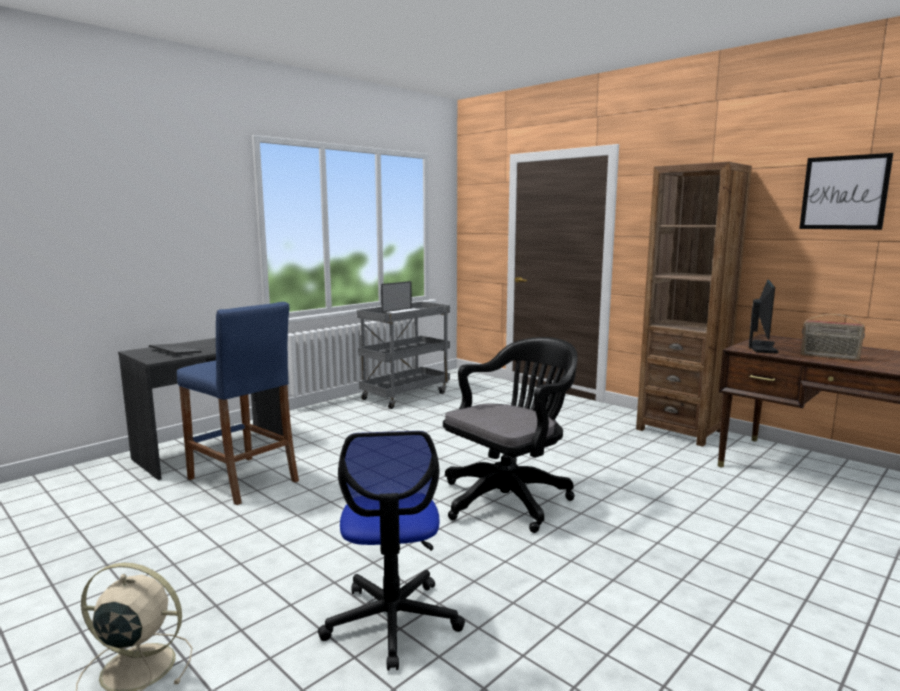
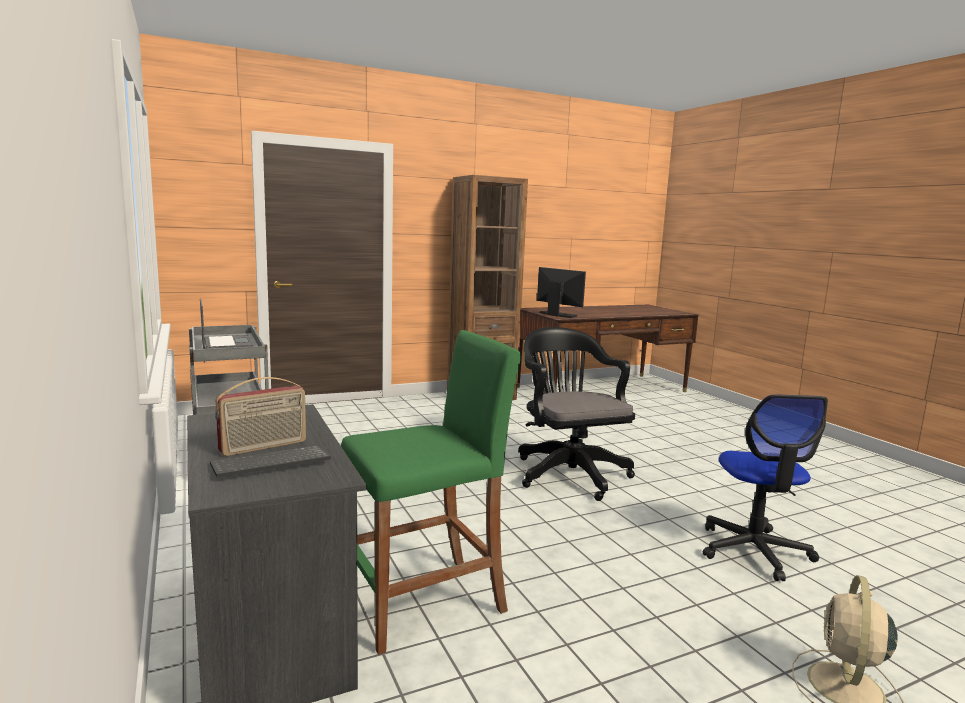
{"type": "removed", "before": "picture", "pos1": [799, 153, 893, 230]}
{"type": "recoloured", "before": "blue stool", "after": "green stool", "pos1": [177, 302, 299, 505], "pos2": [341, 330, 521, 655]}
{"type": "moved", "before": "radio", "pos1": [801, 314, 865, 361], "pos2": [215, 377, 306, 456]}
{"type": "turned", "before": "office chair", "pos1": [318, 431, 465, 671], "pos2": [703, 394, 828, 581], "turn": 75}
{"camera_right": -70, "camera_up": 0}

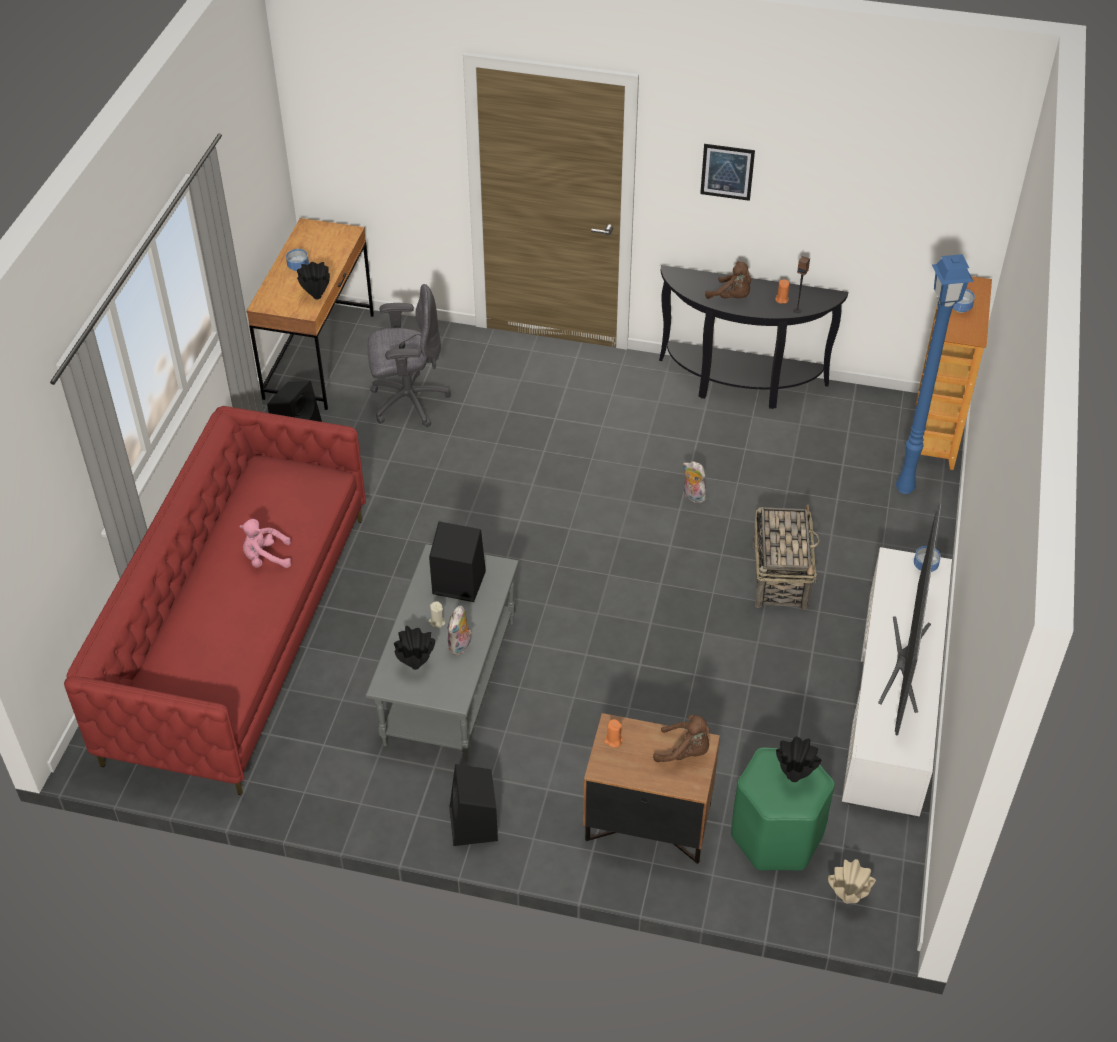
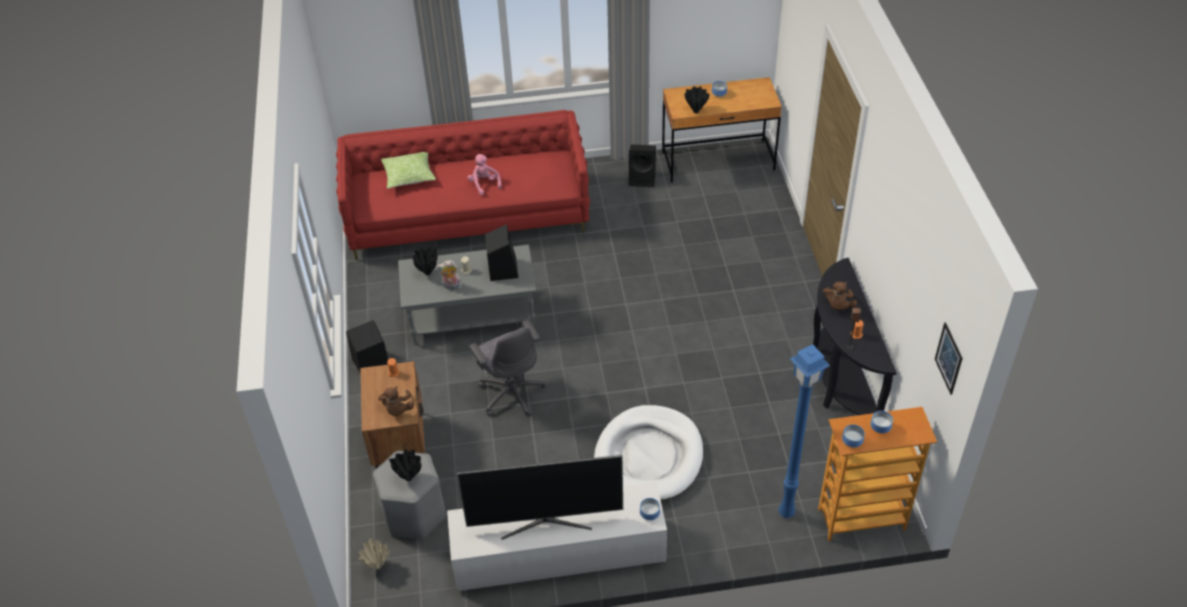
{"type": "moved", "before": "picture", "pos1": [700, 144, 755, 201], "pos2": [935, 322, 963, 395]}
{"type": "moved", "before": "grey office chair", "pos1": [368, 284, 451, 427], "pos2": [469, 320, 546, 417]}
{"type": "removed", "before": "plush toy", "pos1": [682, 461, 709, 503]}
{"type": "replaced", "before": "basket", "after": "white dog bed", "pos1": [753, 504, 820, 610], "pos2": [594, 405, 703, 501]}
{"type": "recoloured", "before": "green stool", "after": "grey stool", "pos1": [731, 747, 835, 871], "pos2": [373, 451, 446, 540]}
{"type": "added", "after": "pillow", "pos2": [381, 152, 436, 189]}
{"type": "added", "after": "bowl", "pos2": [842, 424, 865, 447]}
{"camera_right": 70, "camera_up": 0}

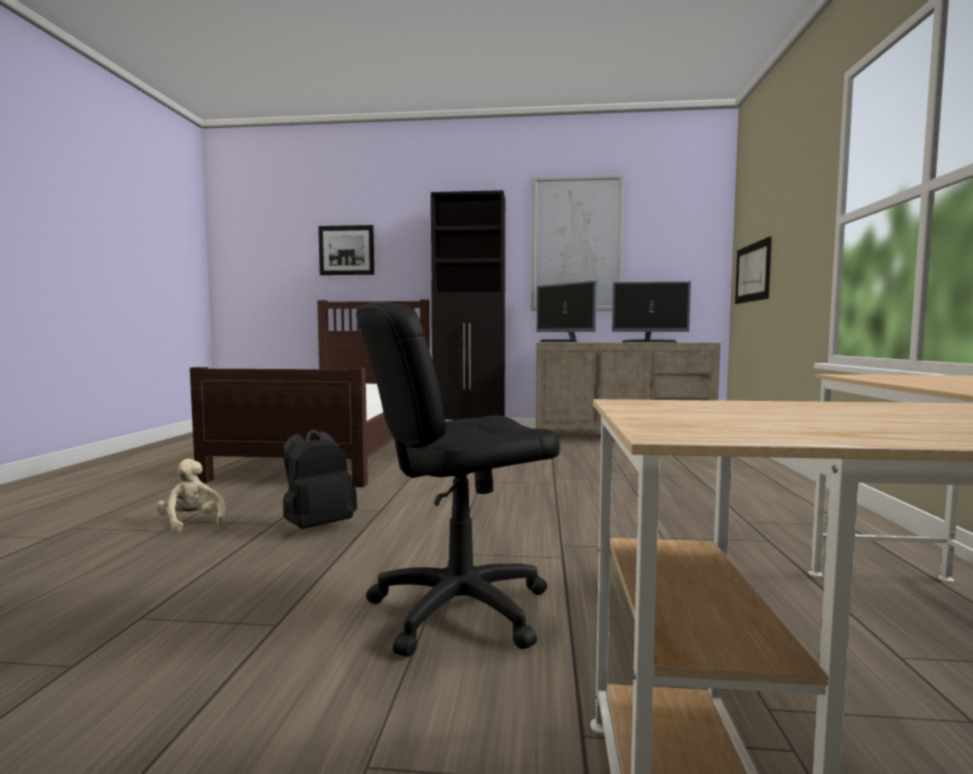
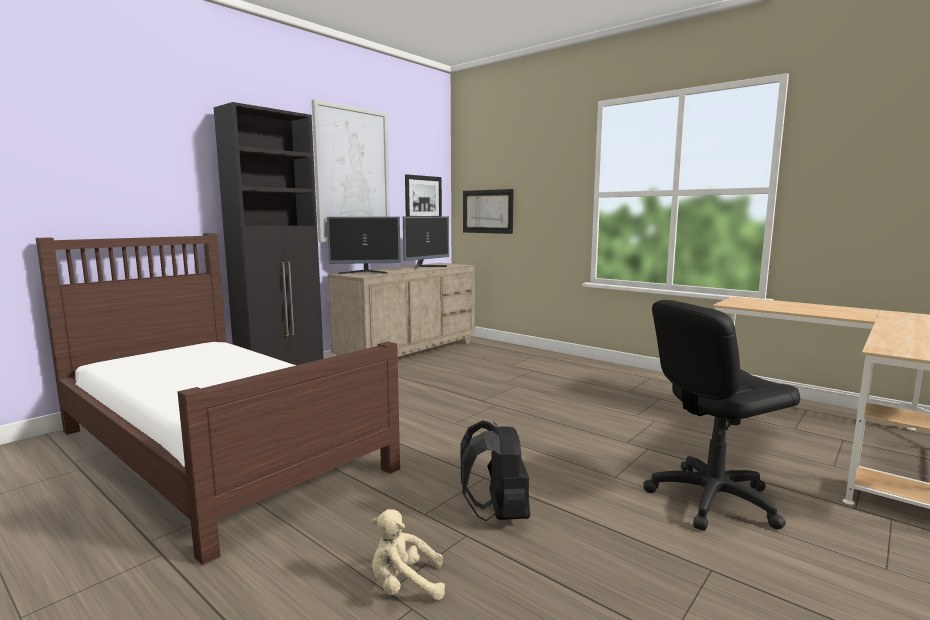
{"type": "moved", "before": "picture", "pos1": [318, 225, 374, 275], "pos2": [405, 174, 442, 217]}
{"type": "turned", "before": "black office chair", "pos1": [356, 302, 560, 657], "pos2": [643, 300, 800, 531], "turn": 60}
{"camera_right": -55, "camera_up": 5}

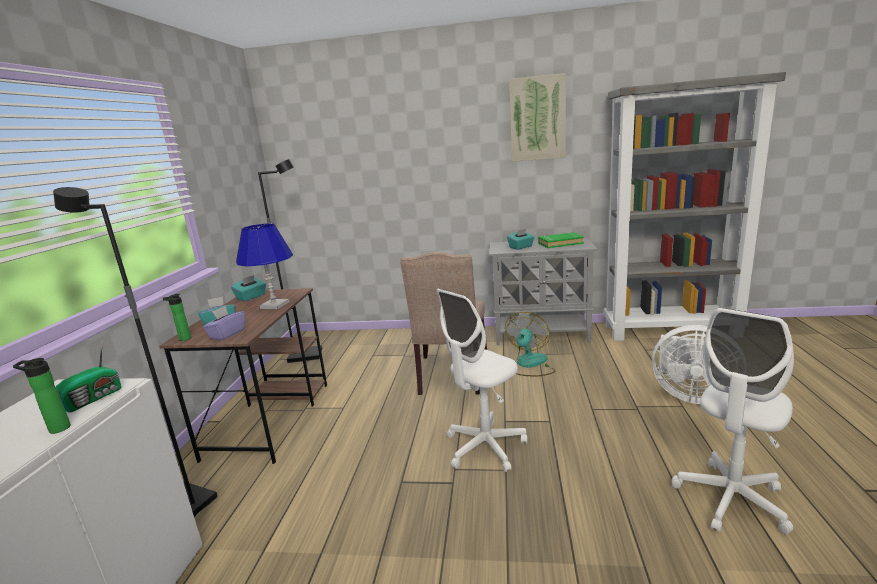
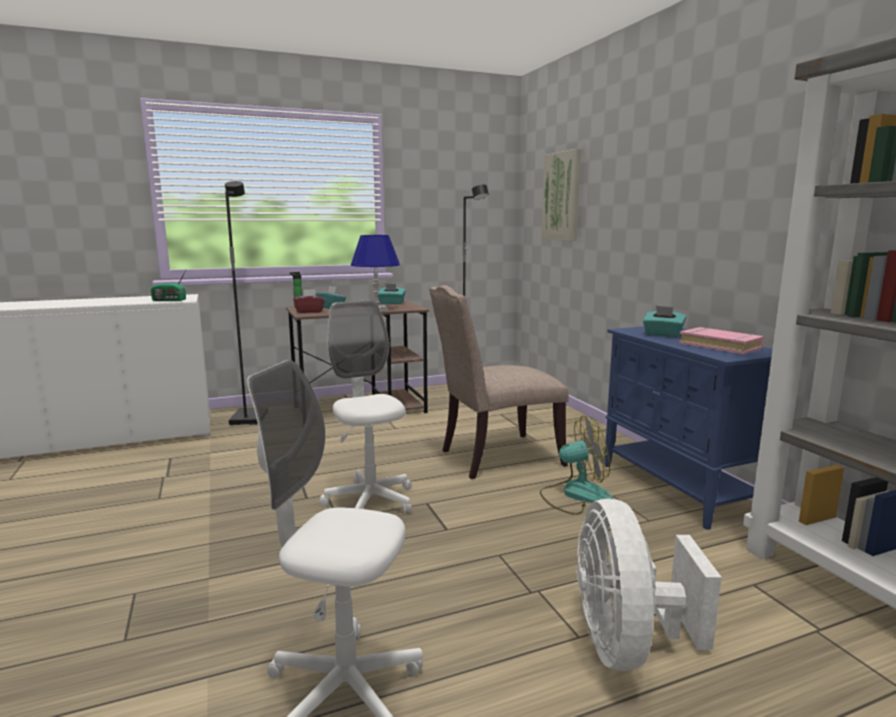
{"type": "moved", "before": "picture", "pos1": [509, 73, 566, 162], "pos2": [541, 149, 581, 241]}
{"type": "recoloured", "before": "green book", "after": "pink book", "pos1": [538, 232, 584, 248], "pos2": [679, 327, 764, 354]}
{"type": "recoloured", "before": "grey cabinet", "after": "blue cabinet", "pos1": [489, 237, 597, 345], "pos2": [605, 326, 772, 530]}
{"type": "turned", "before": "white office chair", "pos1": [436, 288, 528, 472], "pos2": [320, 300, 412, 514], "turn": 45}
{"type": "recoloured", "before": "purple tissue box", "after": "red tissue box", "pos1": [203, 306, 245, 340], "pos2": [293, 289, 325, 313]}
{"type": "removed", "before": "bottle", "pos1": [13, 358, 71, 434]}
{"camera_right": 60, "camera_up": -5}

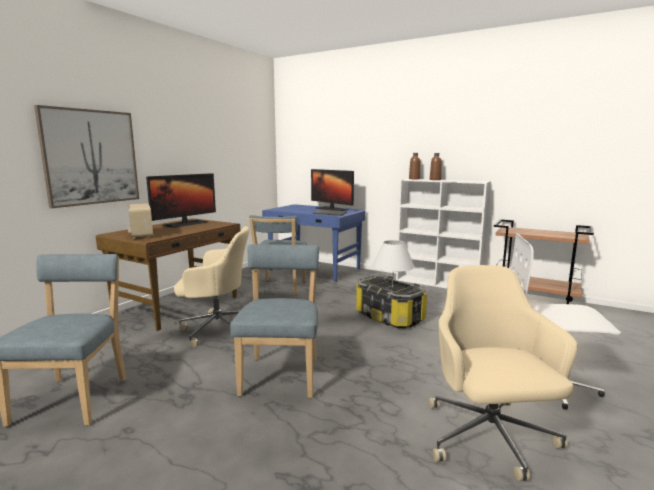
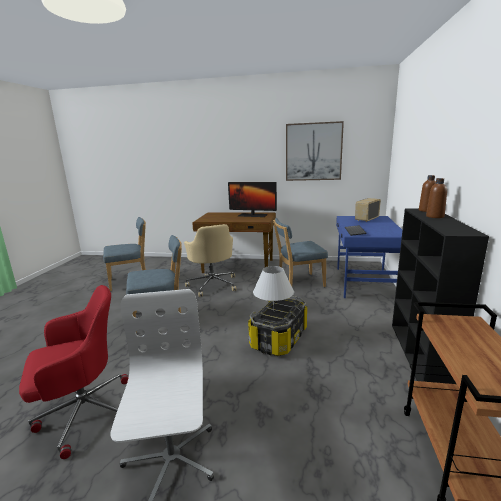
{"type": "moved", "before": "picture", "pos1": [34, 105, 139, 208], "pos2": [286, 121, 344, 181]}
{"type": "removed", "before": "monitor", "pos1": [311, 169, 354, 211]}
{"type": "recoloured", "before": "white bookcase", "after": "black bookcase", "pos1": [396, 179, 491, 289], "pos2": [392, 208, 489, 384]}
{"type": "moved", "before": "radio", "pos1": [128, 203, 153, 239], "pos2": [355, 198, 381, 222]}
{"type": "recoloured", "before": "beige office chair", "after": "red office chair", "pos1": [429, 265, 577, 481], "pos2": [19, 285, 128, 459]}
{"camera_right": 70, "camera_up": 5}

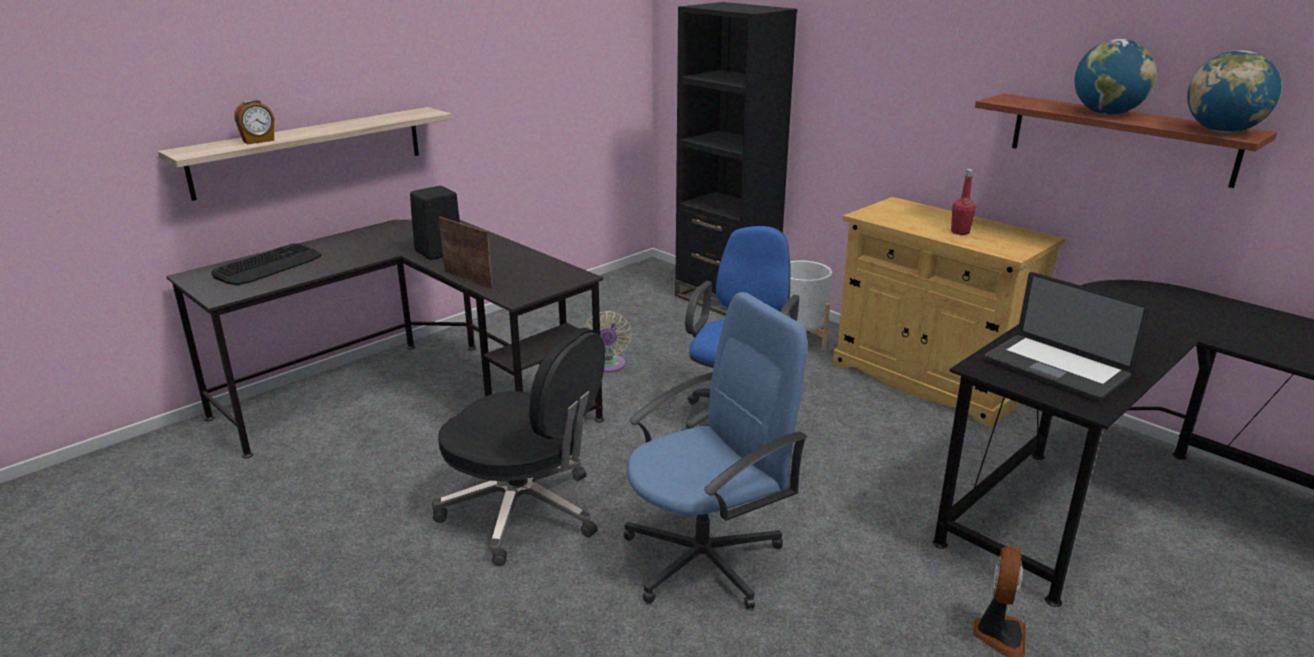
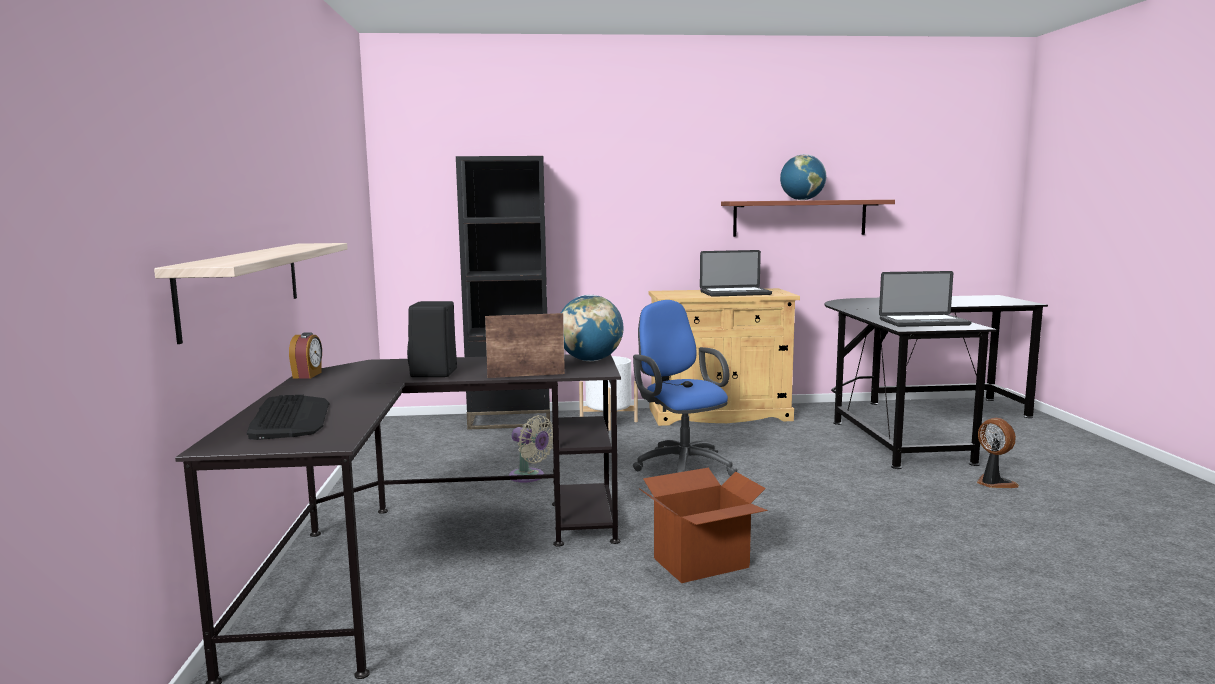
{"type": "moved", "before": "globe", "pos1": [1187, 50, 1281, 133], "pos2": [561, 295, 623, 361]}
{"type": "moved", "before": "alarm clock", "pos1": [234, 99, 274, 144], "pos2": [289, 333, 322, 379]}
{"type": "replaced", "before": "red bottle", "after": "laptop", "pos1": [951, 169, 976, 235], "pos2": [700, 250, 772, 297]}
{"type": "removed", "before": "blue office chair", "pos1": [623, 292, 808, 609]}
{"type": "replaced", "before": "black office chair", "after": "cardboard box", "pos1": [432, 328, 605, 566], "pos2": [639, 468, 767, 583]}
{"camera_right": -50, "camera_up": -15}

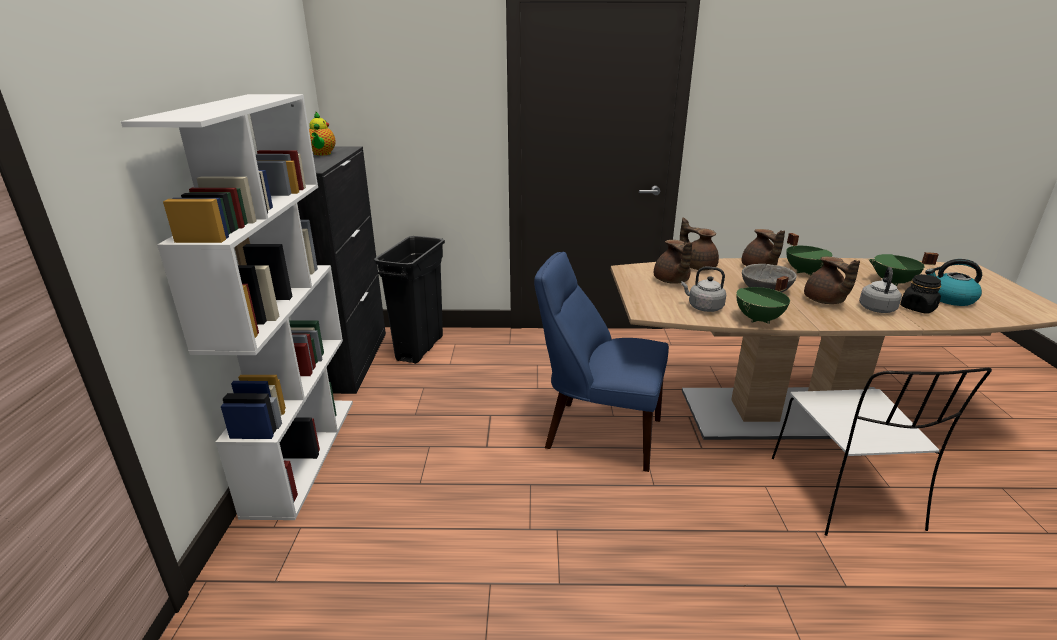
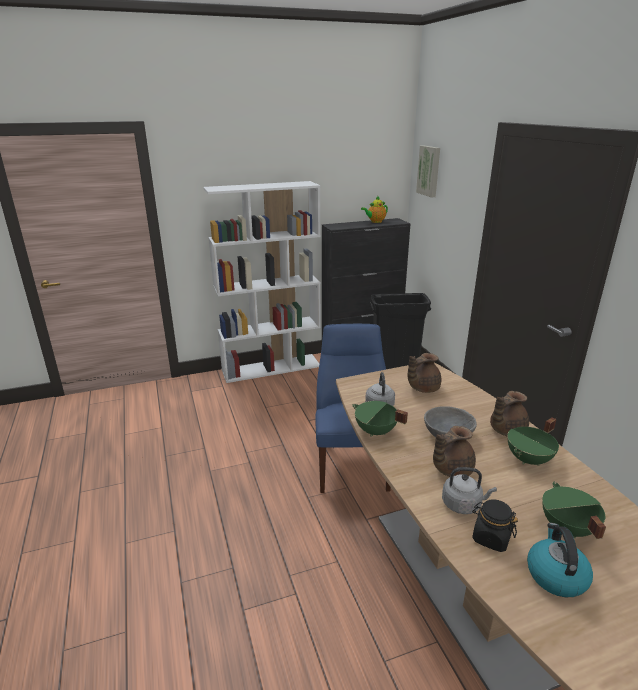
{"type": "removed", "before": "brown teapot", "pos1": [680, 218, 719, 270]}
{"type": "removed", "before": "white chair", "pos1": [772, 368, 992, 536]}
{"type": "added", "after": "picture", "pos2": [416, 145, 440, 197]}
{"camera_right": 70, "camera_up": 0}

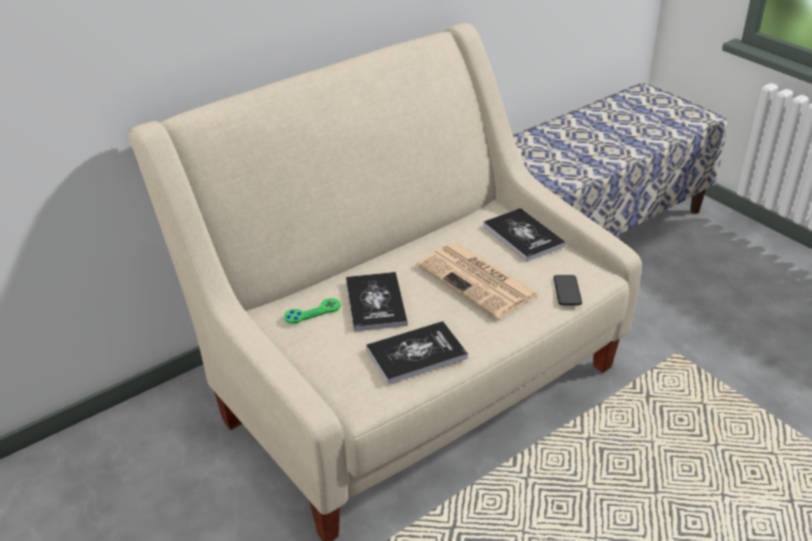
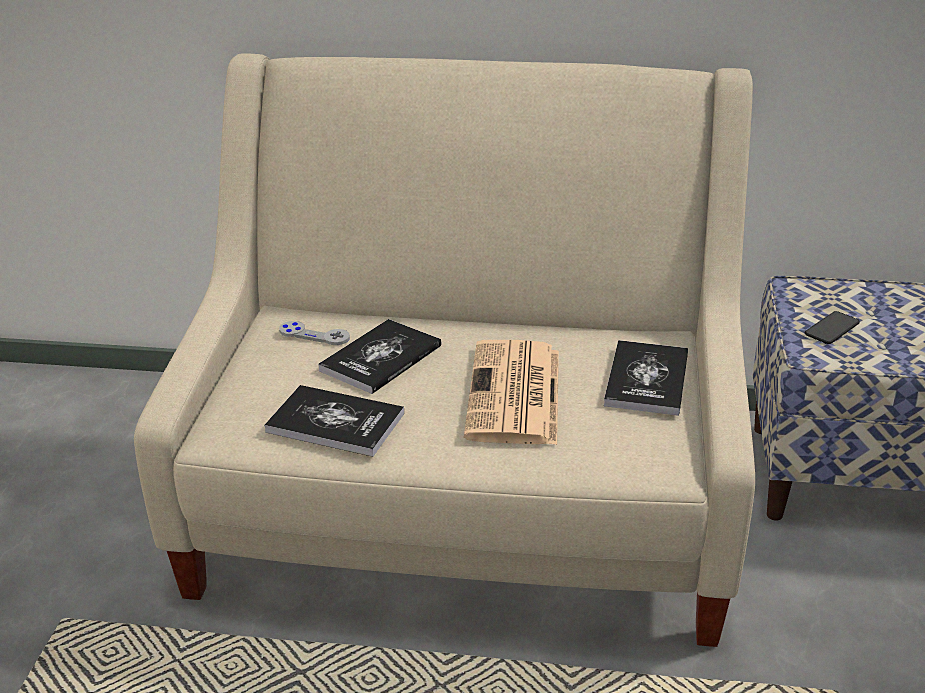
{"type": "moved", "before": "phone", "pos1": [554, 275, 582, 305], "pos2": [805, 311, 860, 344]}
{"type": "recoloured", "before": "green game controller", "after": "grey game controller", "pos1": [284, 298, 340, 324], "pos2": [279, 321, 350, 345]}
{"camera_right": 45, "camera_up": -5}

